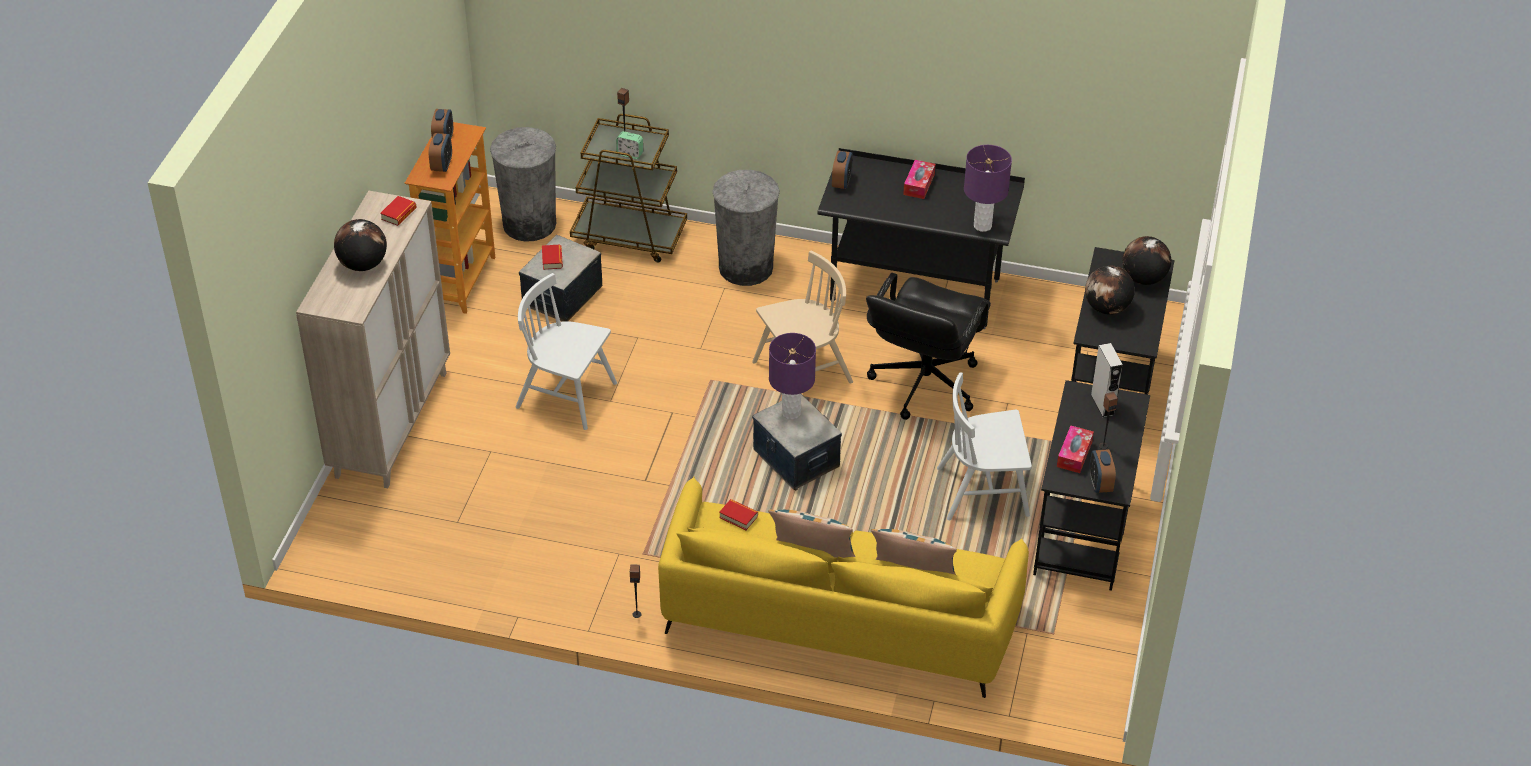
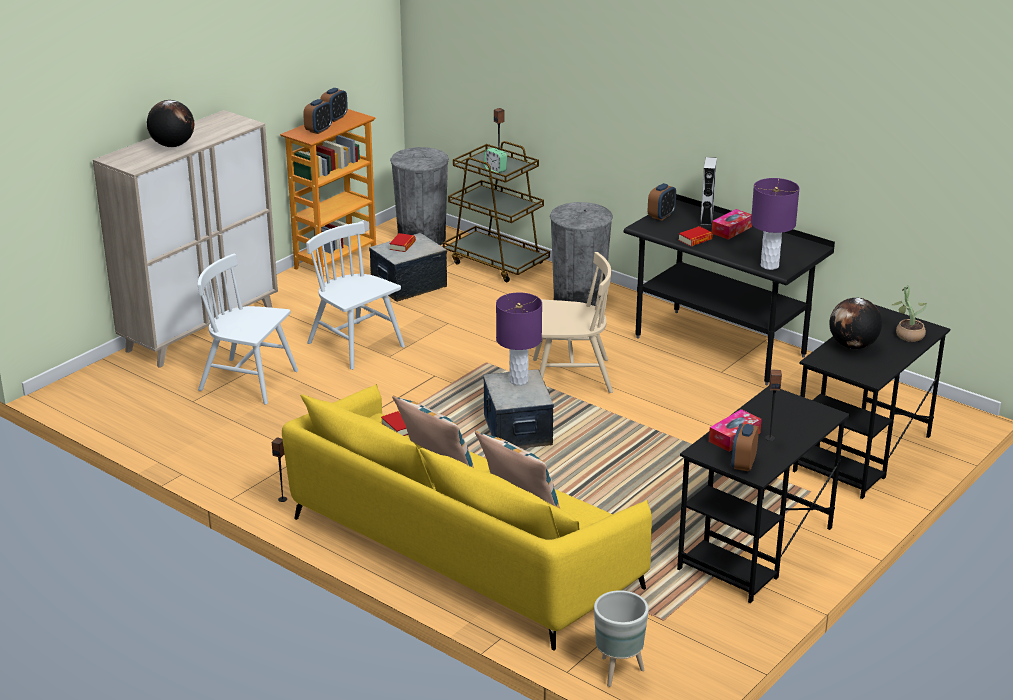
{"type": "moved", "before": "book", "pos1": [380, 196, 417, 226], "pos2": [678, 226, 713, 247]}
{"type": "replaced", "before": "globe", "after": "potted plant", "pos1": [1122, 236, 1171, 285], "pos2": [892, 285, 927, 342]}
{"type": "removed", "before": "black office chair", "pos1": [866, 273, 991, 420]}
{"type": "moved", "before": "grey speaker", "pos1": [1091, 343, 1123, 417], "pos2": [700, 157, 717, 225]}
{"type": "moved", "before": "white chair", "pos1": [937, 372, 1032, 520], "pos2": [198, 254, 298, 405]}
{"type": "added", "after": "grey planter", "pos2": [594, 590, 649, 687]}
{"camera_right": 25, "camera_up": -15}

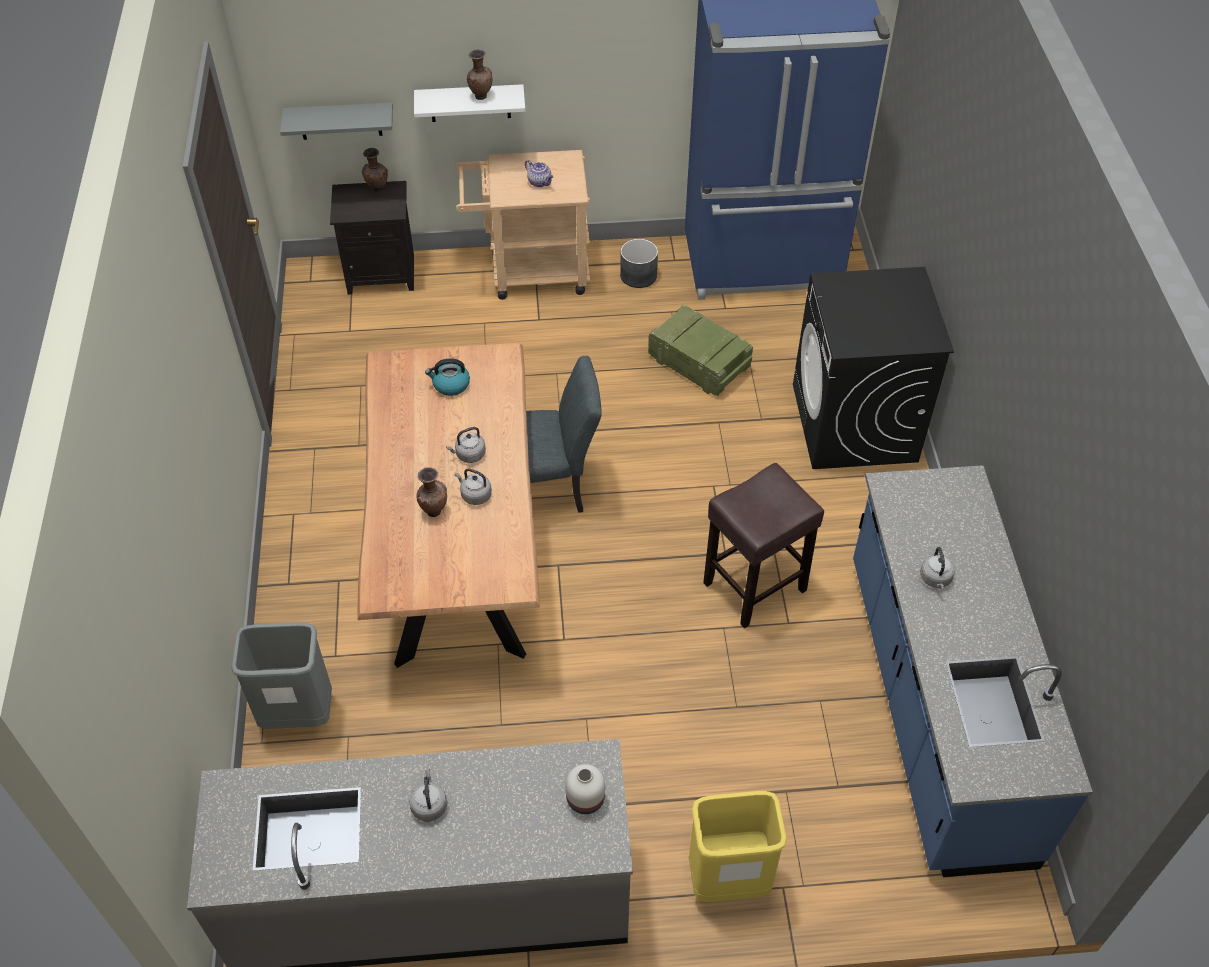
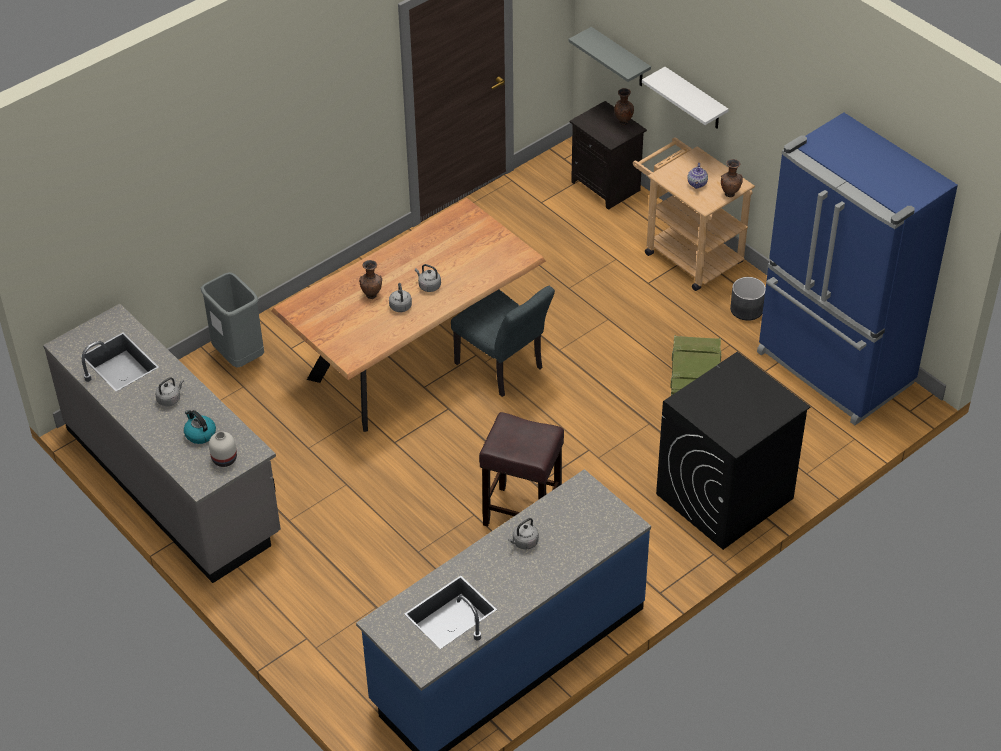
{"type": "moved", "before": "brown vase", "pos1": [467, 50, 492, 100], "pos2": [721, 159, 743, 198]}
{"type": "moved", "before": "kettle", "pos1": [425, 358, 470, 396], "pos2": [184, 410, 216, 444]}
{"type": "removed", "before": "yellow trash can", "pos1": [689, 791, 787, 902]}
{"camera_right": 55, "camera_up": -5}

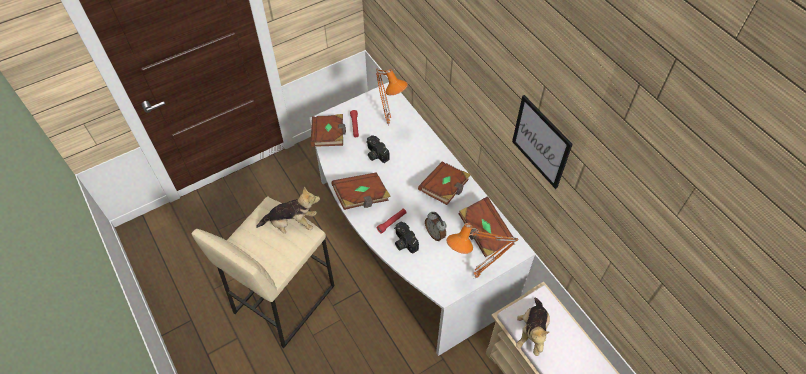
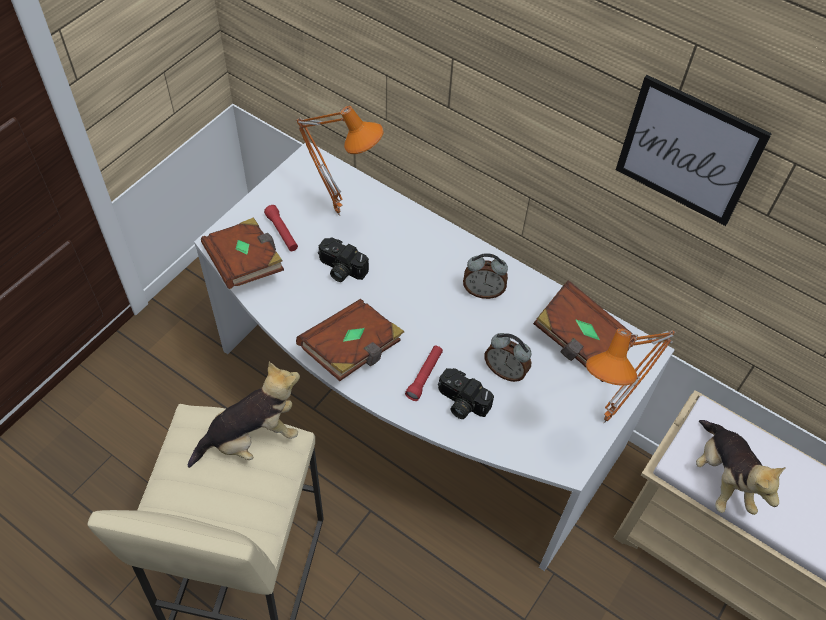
{"type": "replaced", "before": "brown book", "after": "alarm clock", "pos1": [418, 161, 471, 205], "pos2": [463, 253, 508, 299]}
{"camera_right": -25, "camera_up": 0}

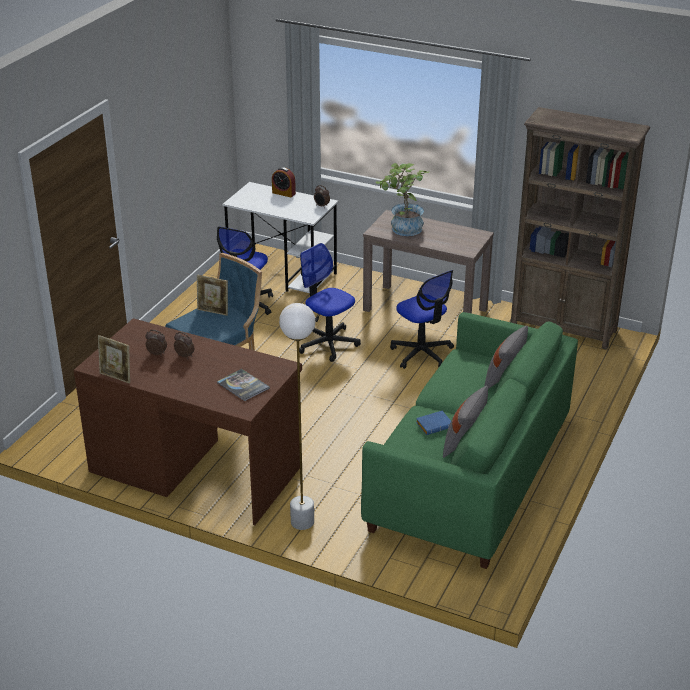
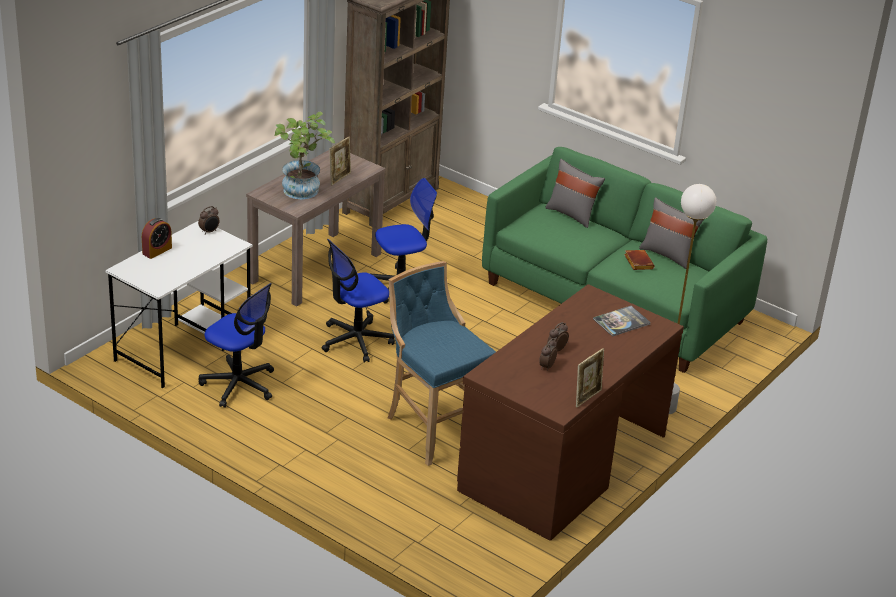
{"type": "moved", "before": "picture frame", "pos1": [197, 275, 228, 316], "pos2": [329, 137, 351, 186]}
{"type": "recoloured", "before": "blue book", "after": "brown book", "pos1": [416, 411, 451, 435], "pos2": [624, 250, 655, 270]}
{"camera_right": -80, "camera_up": 0}

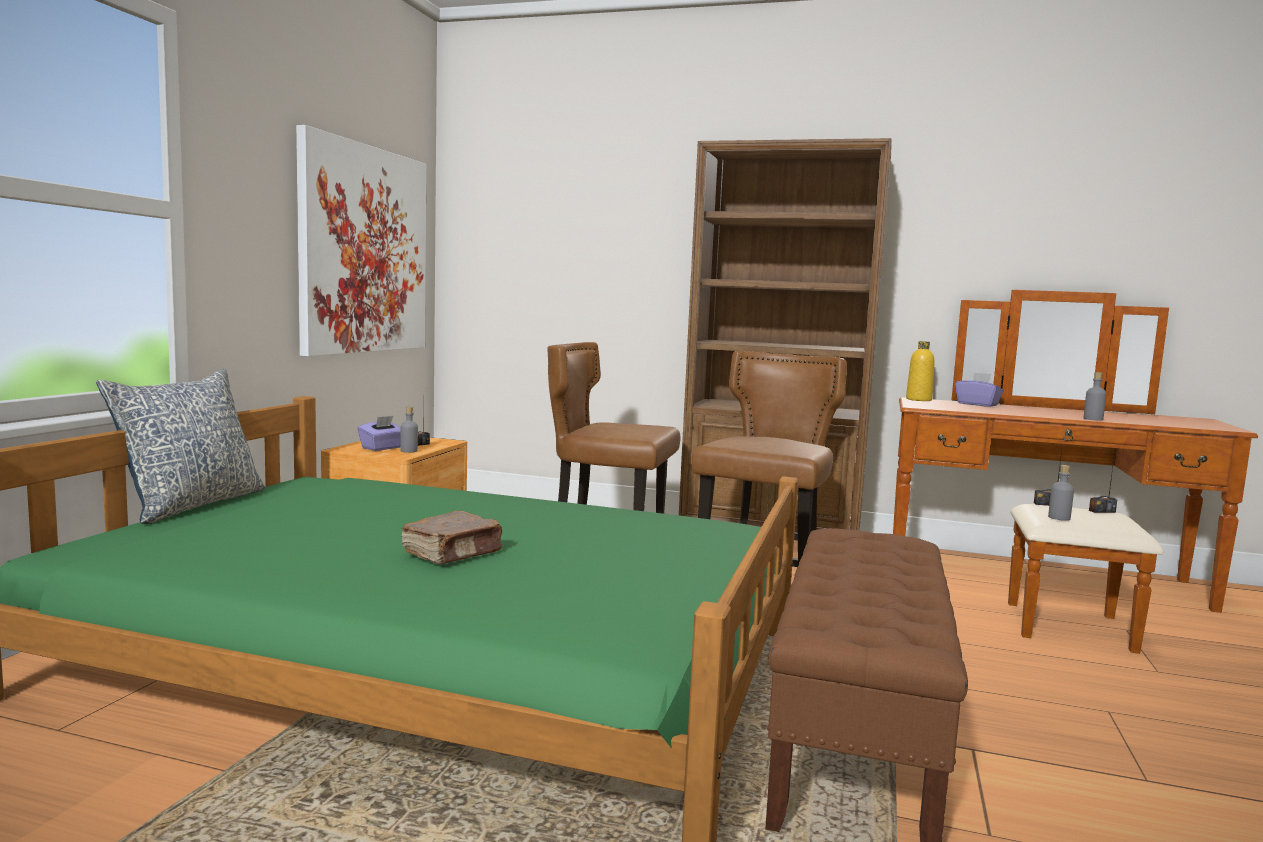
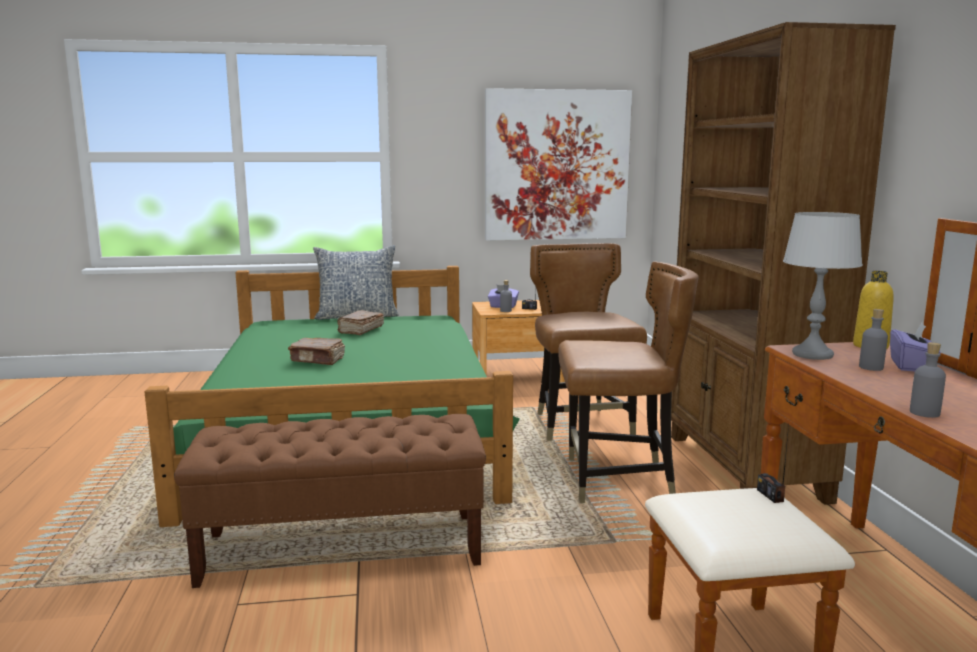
{"type": "removed", "before": "radio", "pos1": [1089, 452, 1117, 513]}
{"type": "moved", "before": "grey bottle", "pos1": [1048, 465, 1074, 521], "pos2": [859, 309, 888, 371]}
{"type": "added", "after": "grey table lamp", "pos2": [783, 212, 863, 360]}
{"type": "added", "after": "brown book", "pos2": [337, 310, 384, 335]}
{"camera_right": 65, "camera_up": 5}

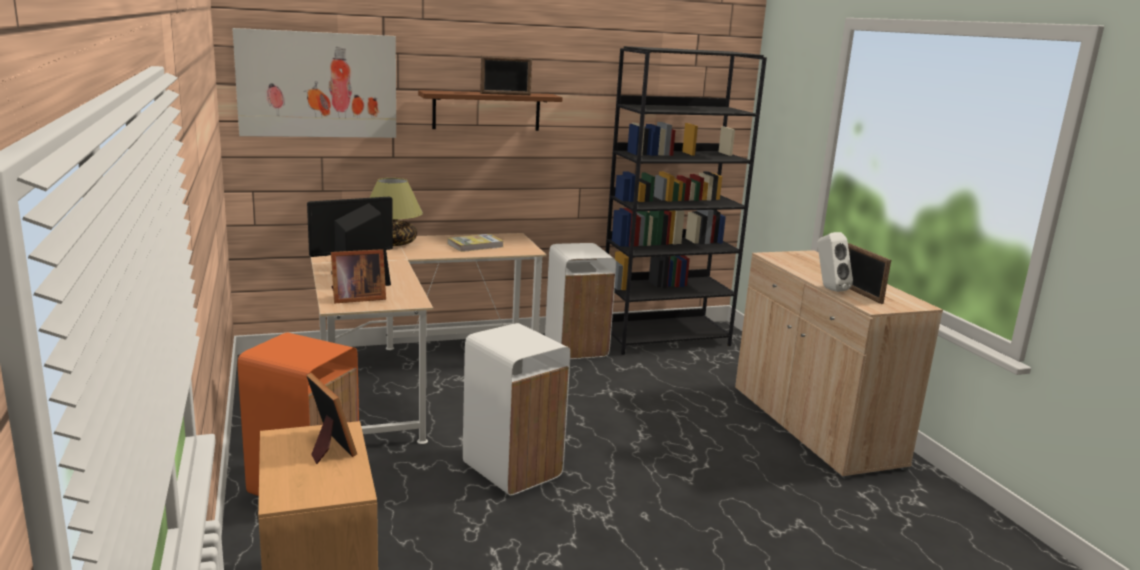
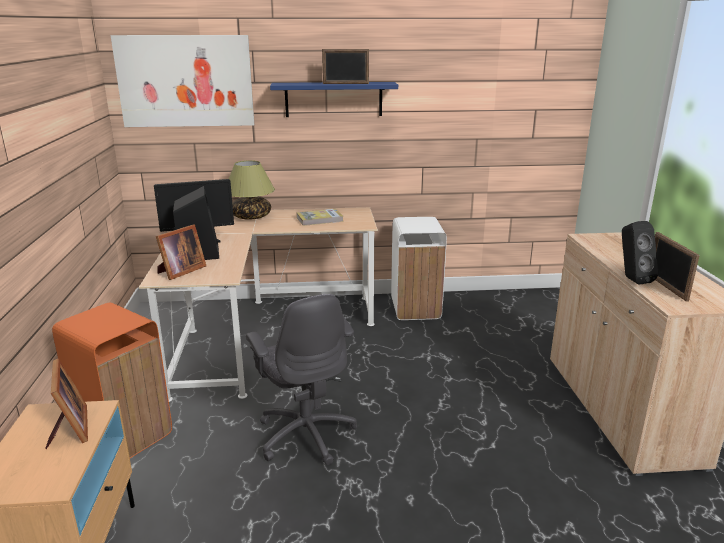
{"type": "removed", "before": "black bookcase", "pos1": [606, 46, 767, 355]}
{"type": "recoloured", "before": "brown shelf", "after": "blue shelf", "pos1": [418, 90, 563, 131], "pos2": [270, 82, 398, 117]}
{"type": "recoloured", "before": "white speaker", "after": "black speaker", "pos1": [818, 232, 853, 292], "pos2": [622, 221, 658, 285]}
{"type": "turned", "before": "picture frame", "pos1": [331, 249, 386, 303], "pos2": [156, 224, 206, 280], "turn": -45}
{"type": "replaced", "before": "white trash can", "after": "grey office chair", "pos1": [463, 323, 571, 495], "pos2": [246, 294, 357, 465]}
{"camera_right": 15, "camera_up": 5}

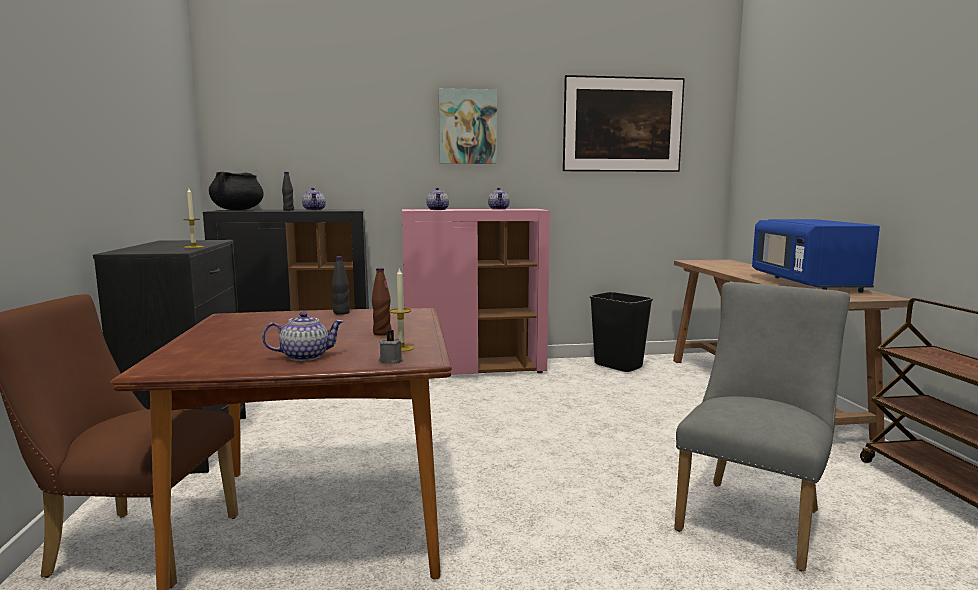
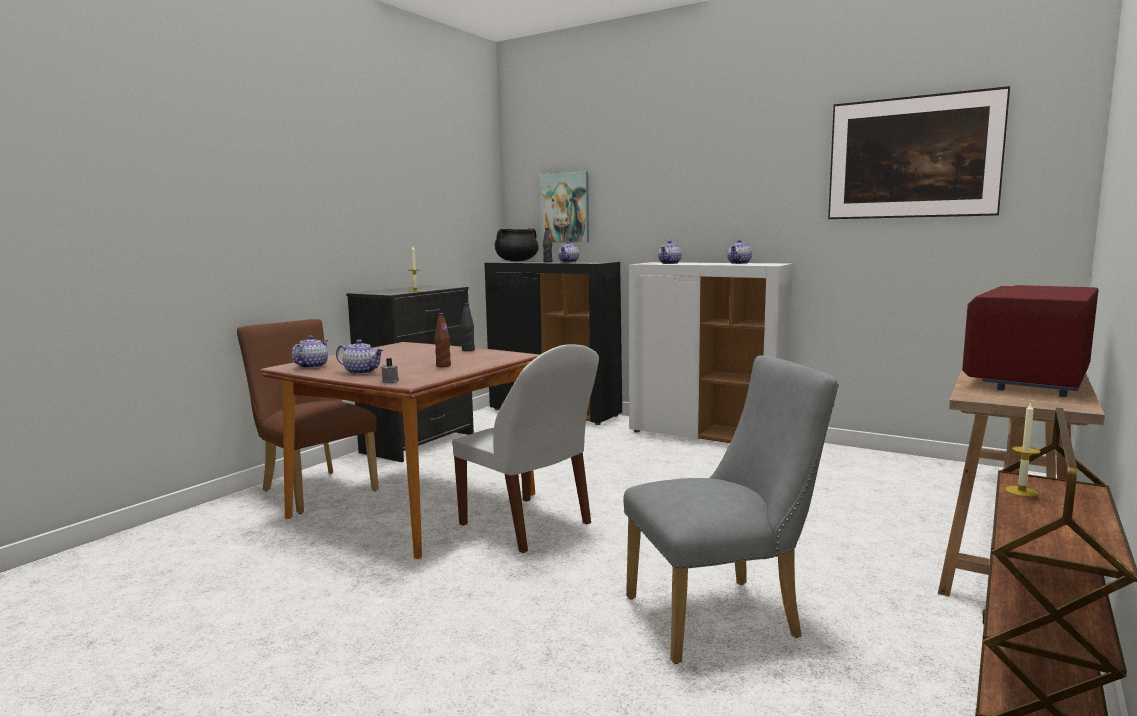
{"type": "moved", "before": "picture", "pos1": [438, 88, 497, 164], "pos2": [539, 171, 589, 243]}
{"type": "recoloured", "before": "pink cabinet", "after": "white cabinet", "pos1": [402, 209, 550, 375], "pos2": [629, 262, 792, 443]}
{"type": "recoloured", "before": "blue microwave", "after": "red microwave", "pos1": [752, 219, 880, 293], "pos2": [962, 285, 1098, 397]}
{"type": "moved", "before": "candle", "pos1": [390, 267, 414, 352], "pos2": [1005, 402, 1041, 497]}
{"type": "removed", "before": "black trash can", "pos1": [590, 292, 653, 372]}
{"type": "added", "after": "teapot", "pos2": [291, 335, 328, 369]}
{"type": "added", "after": "white chair", "pos2": [452, 344, 599, 553]}
{"camera_right": 40, "camera_up": 0}

